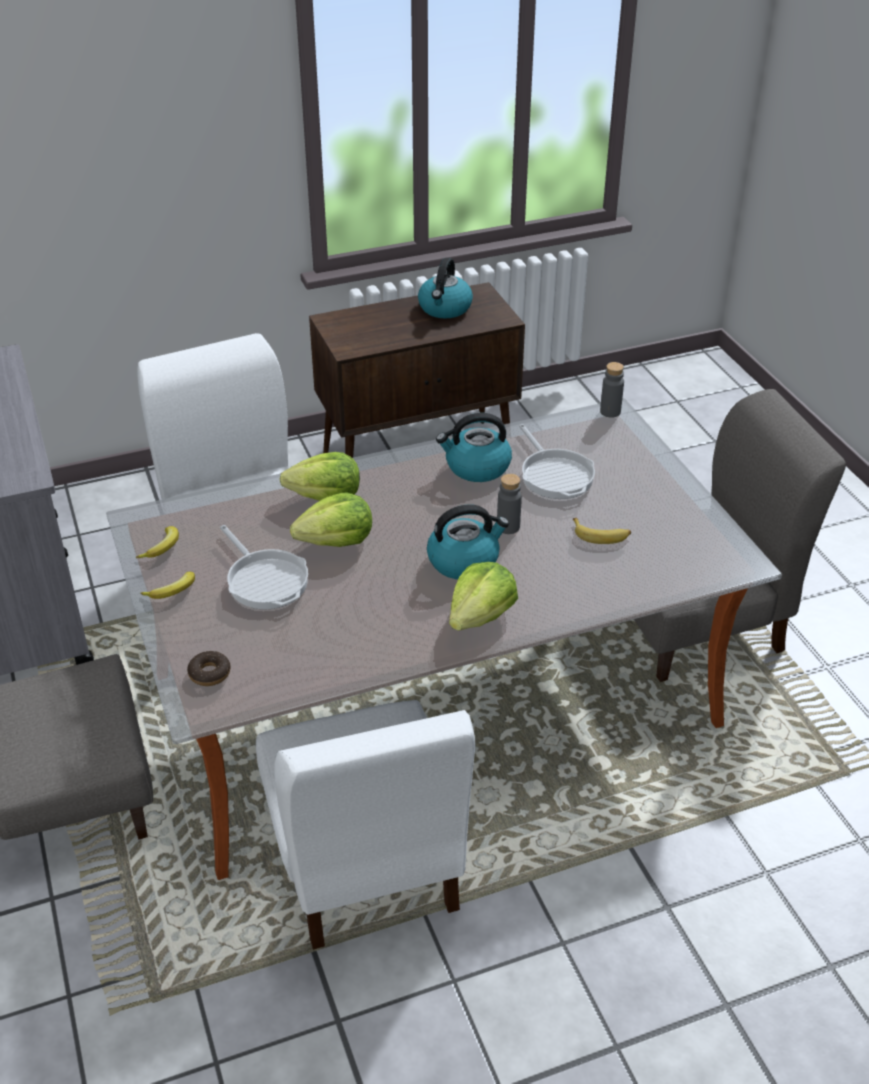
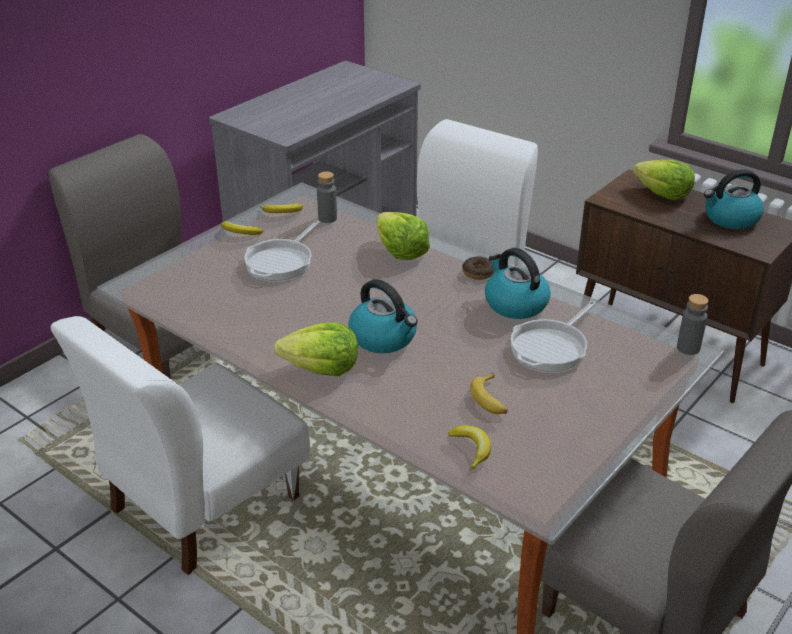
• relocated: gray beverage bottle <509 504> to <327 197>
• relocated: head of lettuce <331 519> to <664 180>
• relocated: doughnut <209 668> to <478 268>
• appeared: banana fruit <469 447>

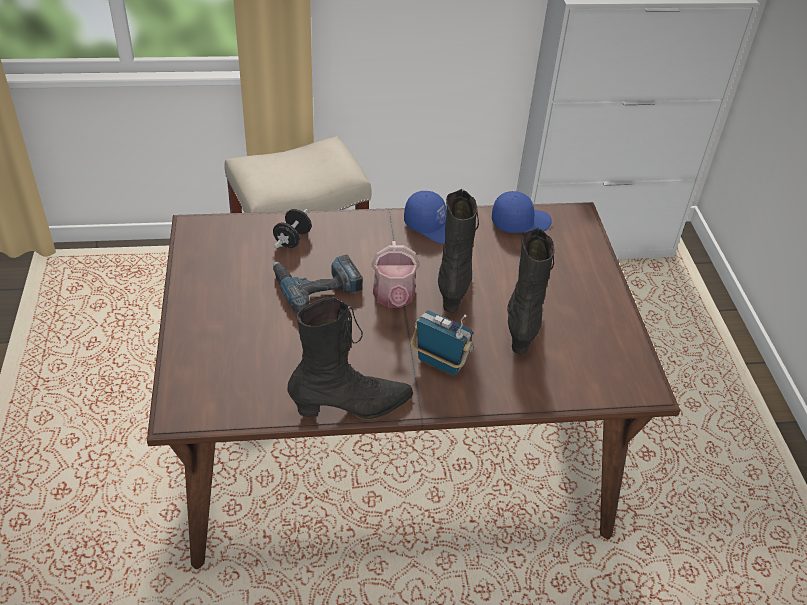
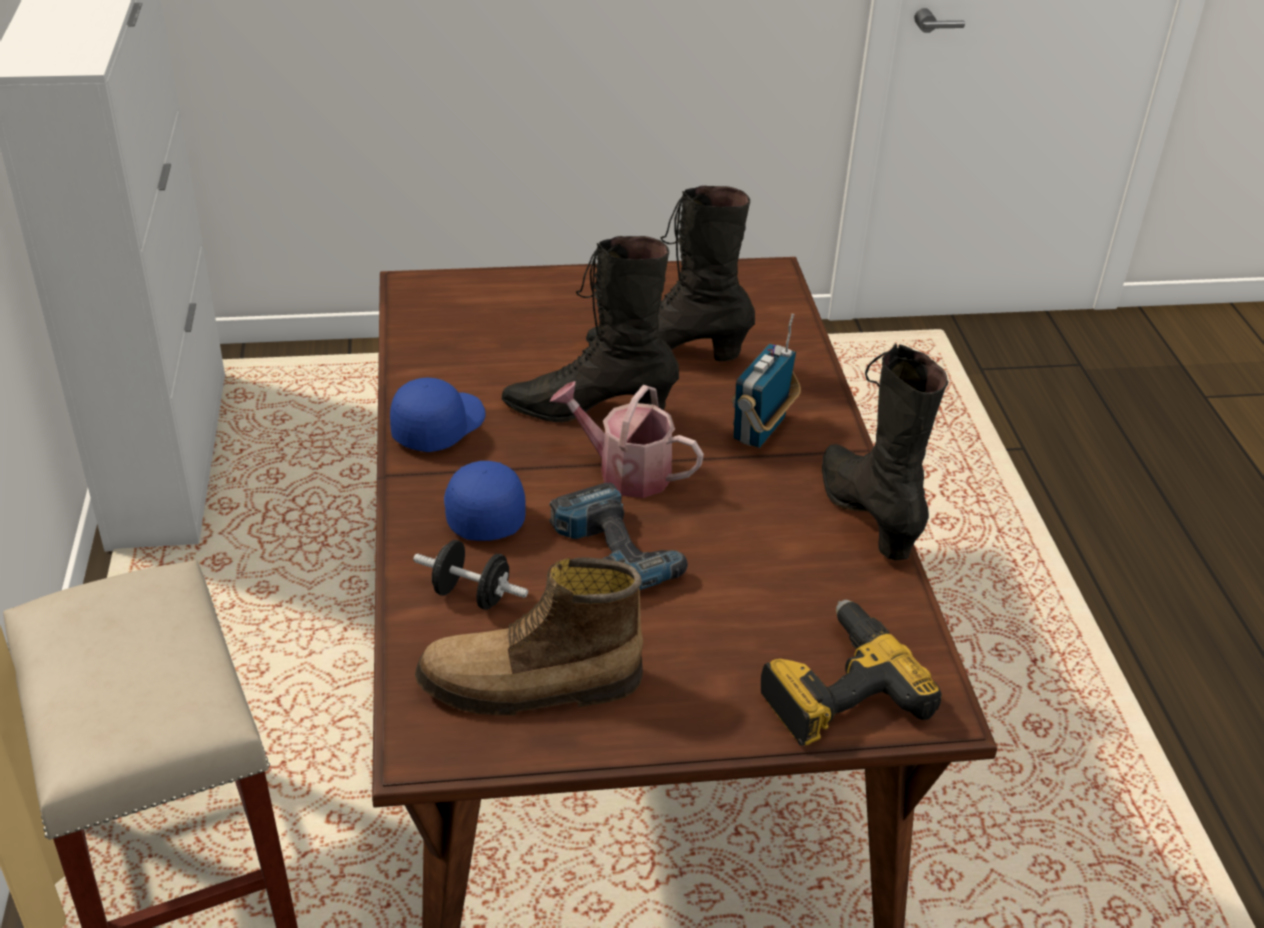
• relocated: bluish peaked cap <522 212> to <485 501>
• spun: watering pot <395 274> = <626 439> 150 degrees counterclockwise
• appeared: boot <529 636>
• appeared: power drill <851 673>

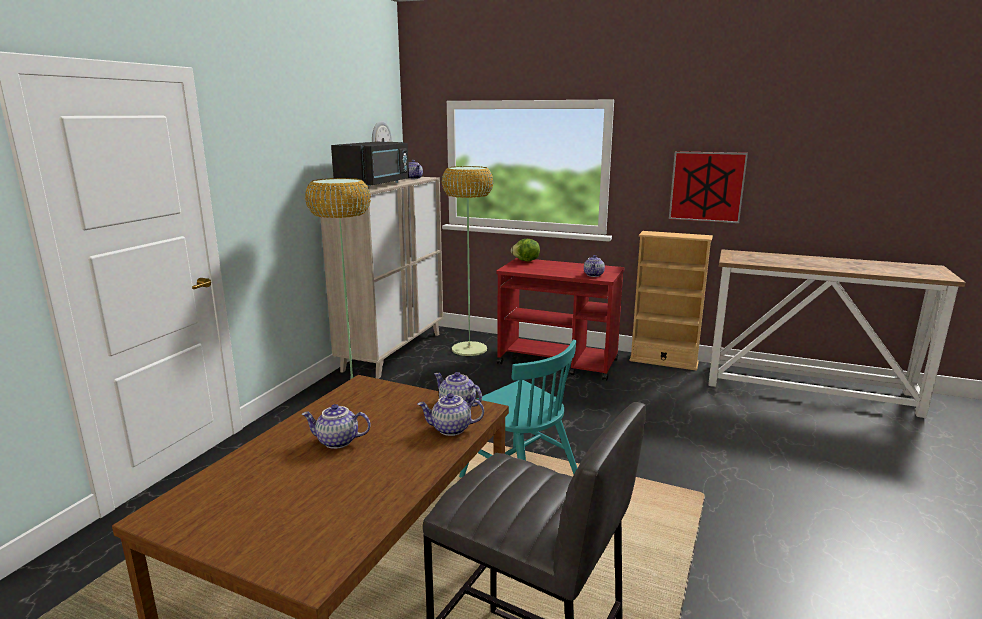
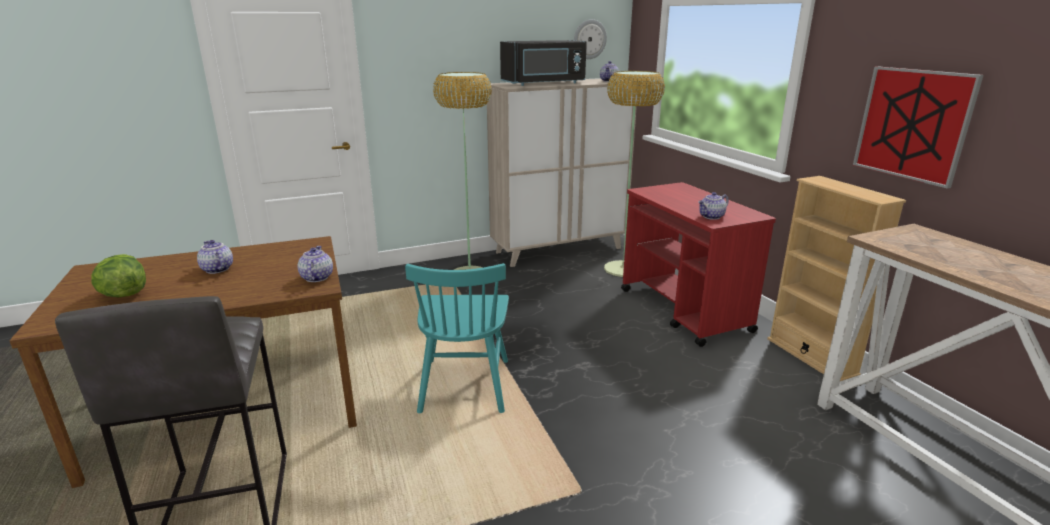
• relocated: head of lettuce <525 250> to <118 276>
• missing: tea pot <451 414>

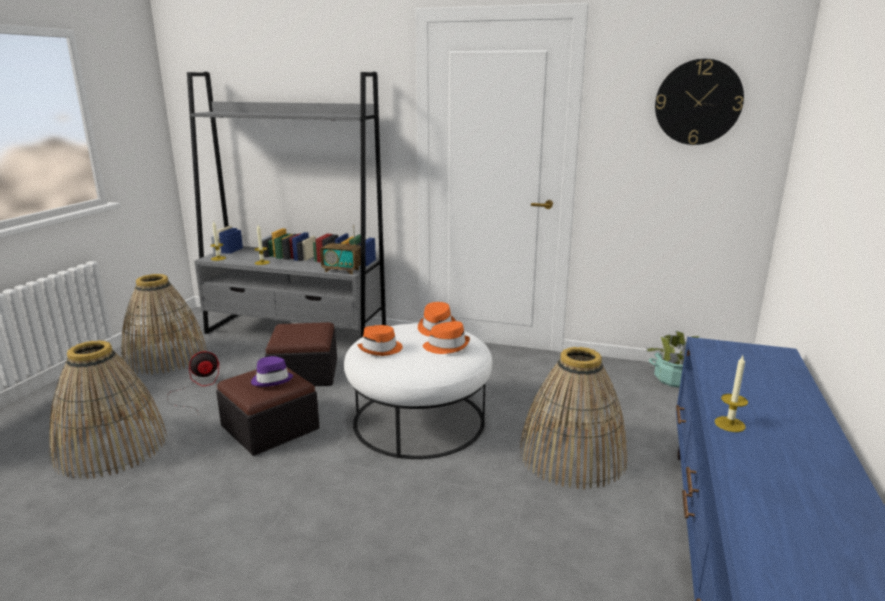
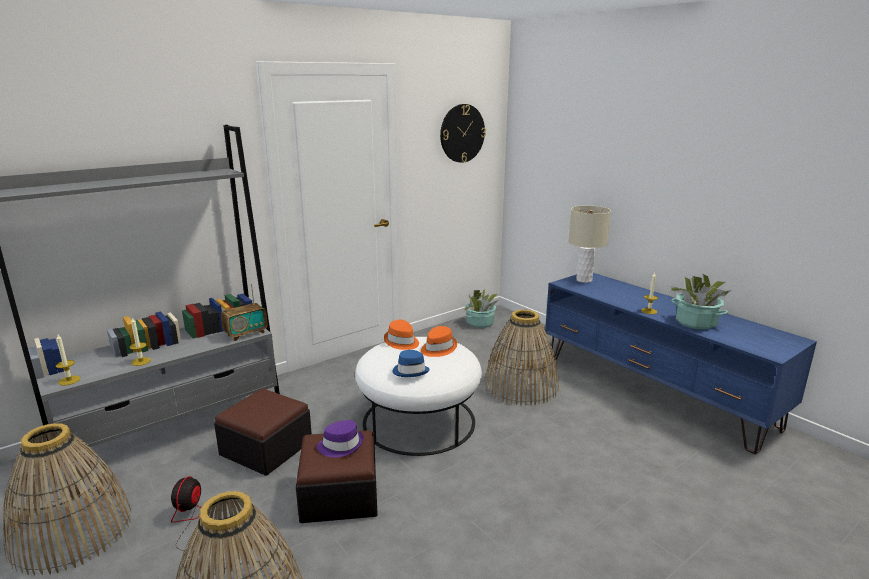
• colour: orangey wearable hat <380 340> to bluish wearable hat <411 363>
• appeared: sand-coloured table lamp <590 244>
• appeared: houseplant <700 302>

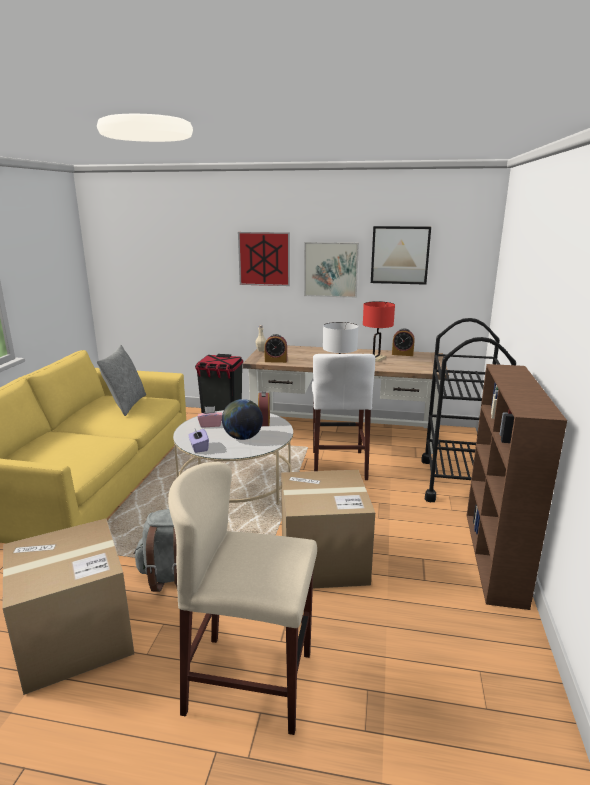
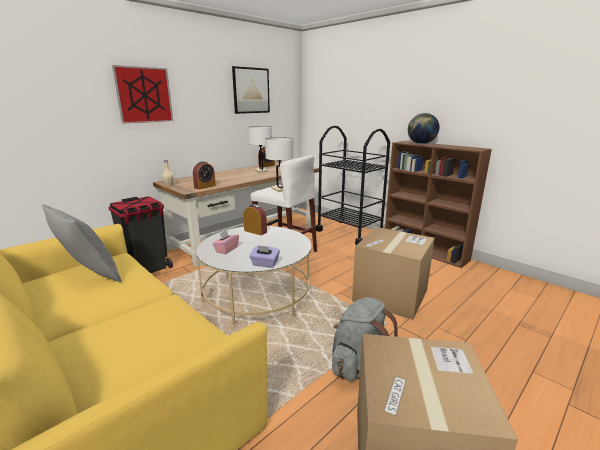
• missing: wall art <331 270>
• colour: red table lamp <379 331> to white-coloured table lamp <260 149>
• relocated: globe <242 419> to <424 128>
• missing: sand-coloured stool seat <242 598>

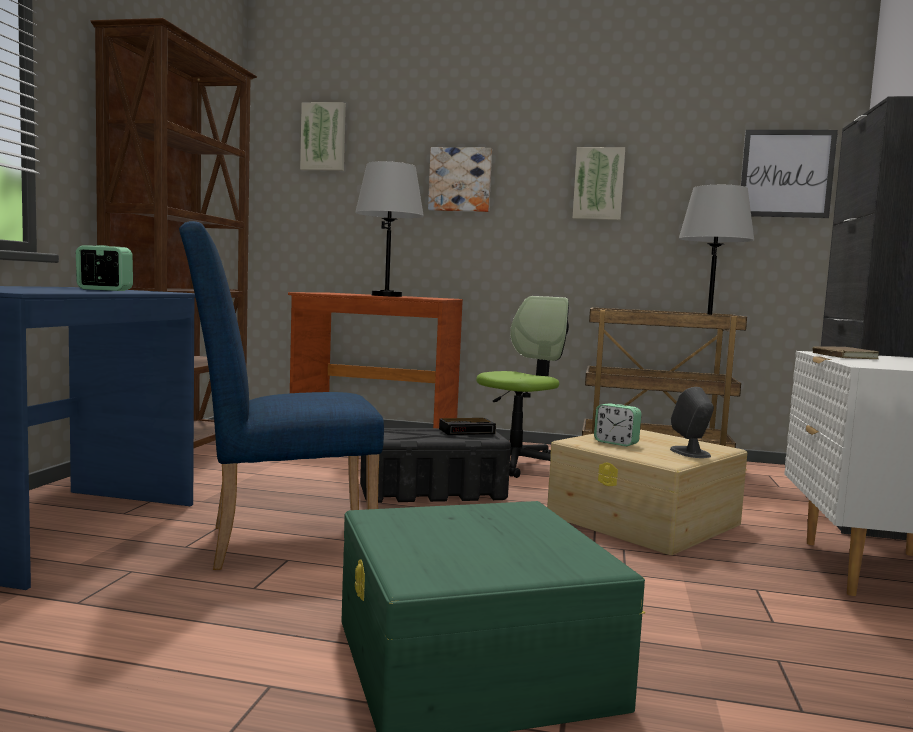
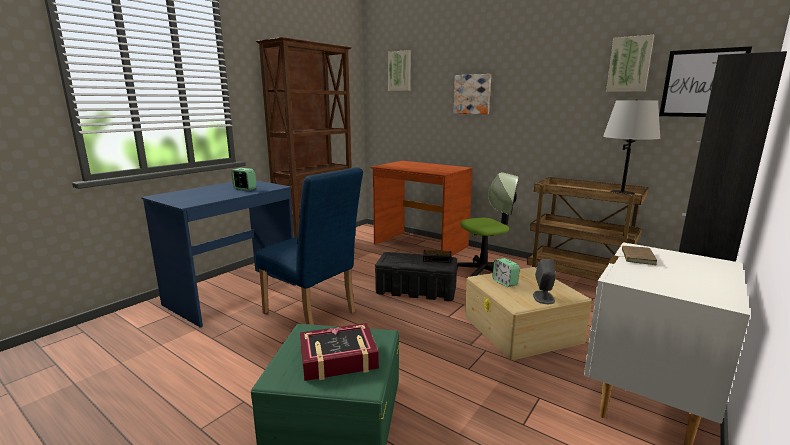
• relocated: wall art <599 183> to <630 63>
• missing: gray table lamp <389 229>
• spun: bluish chair <281 395> = <309 246> 150 degrees counterclockwise
• appeared: volume <339 352>

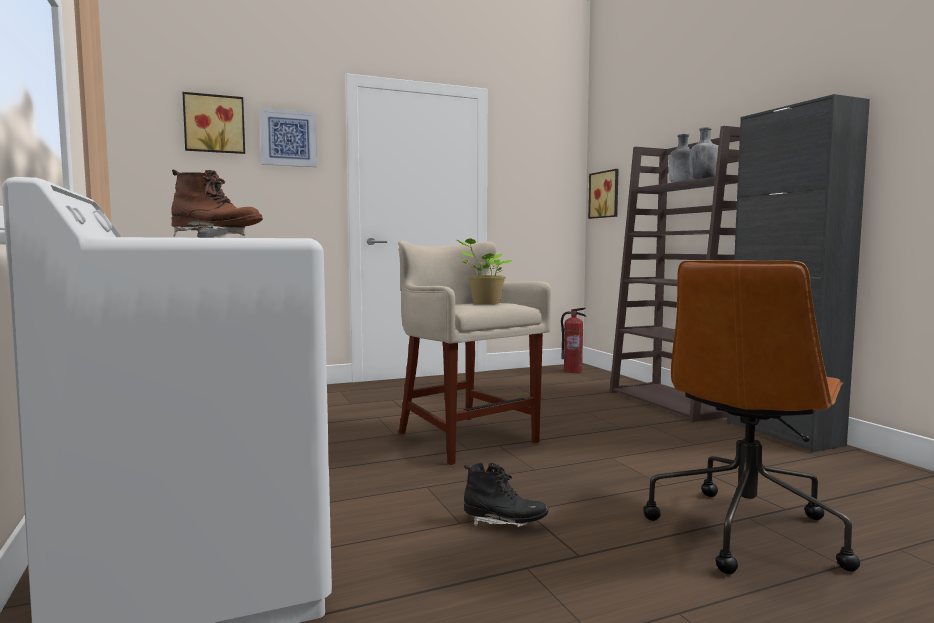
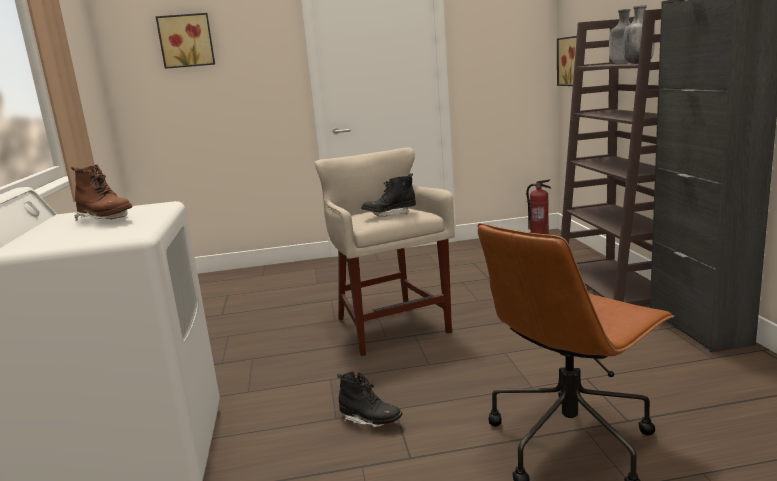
• missing: wall art <288 137>
• exchanged: houseplant <484 271> to blackish boot <388 195>

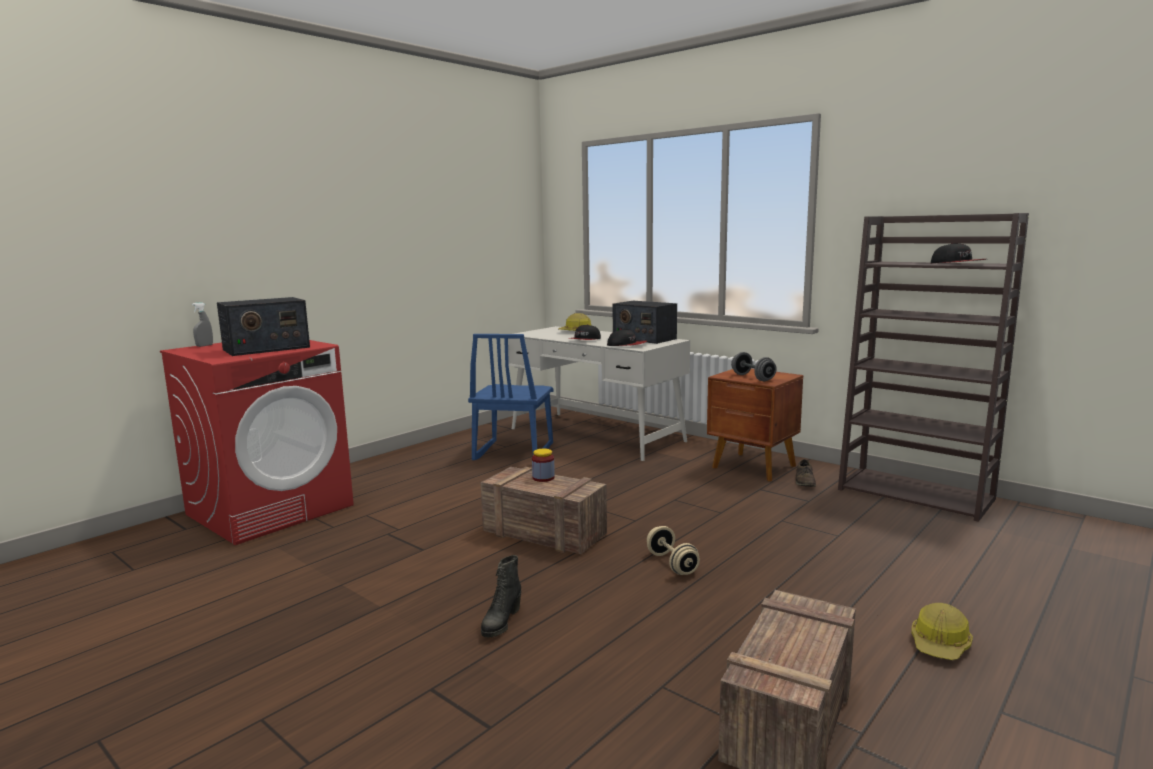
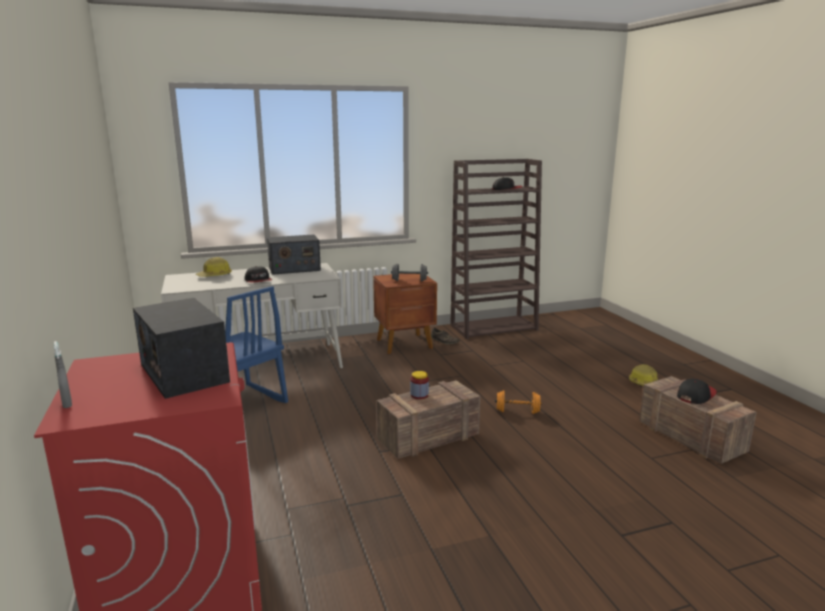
• spun: radio set <263 326> = <181 348> 150 degrees clockwise
• relocated: peaked cap <627 337> to <697 391>
• colour: sand-coloured dumbbell <673 550> to orangey dumbbell <518 402>
• missing: blackish boot <501 596>

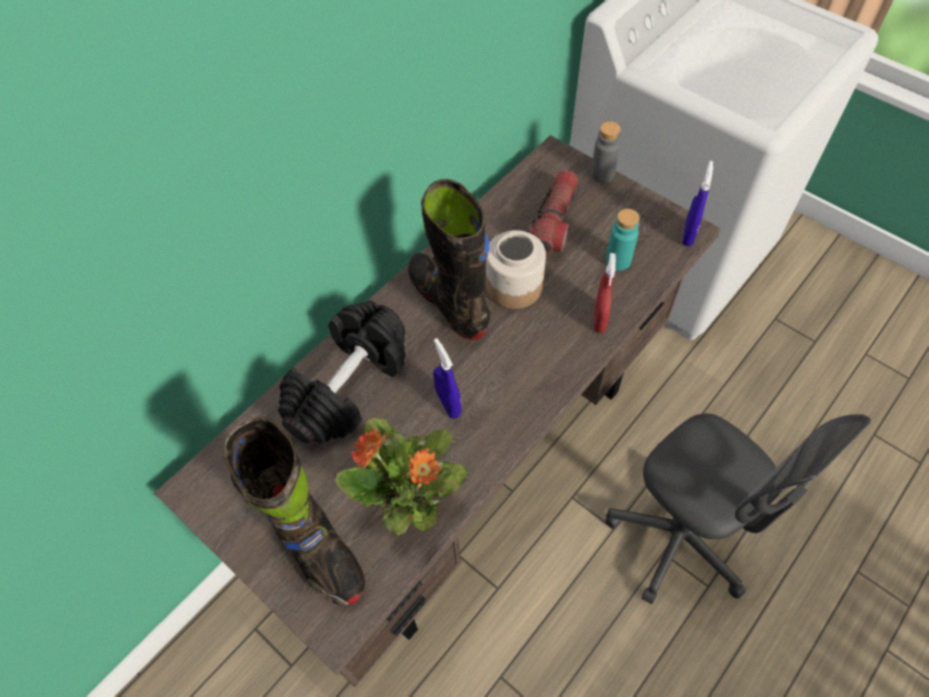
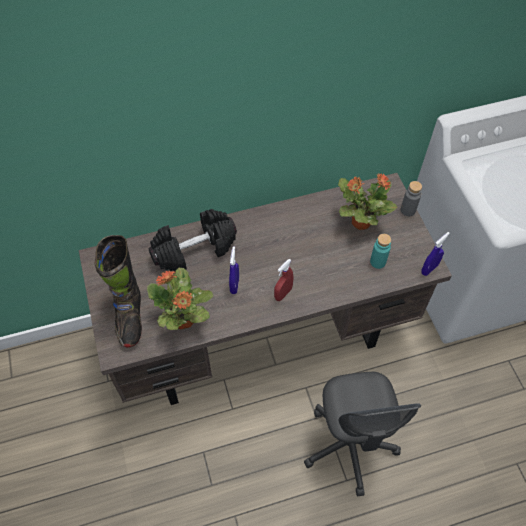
• exchanged: hand torch <552 212> to houseplant <367 201>
• missing: blackish boot <449 259>
• missing: storage jar <516 269>
• relocated: red sprayer <605 293> to <284 280>

